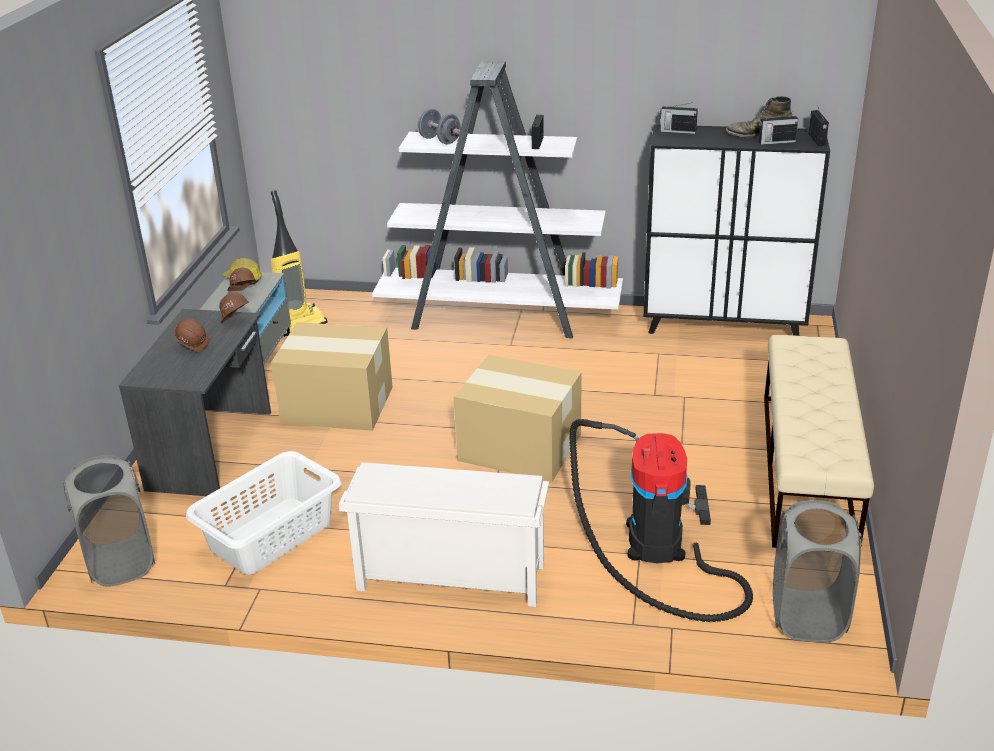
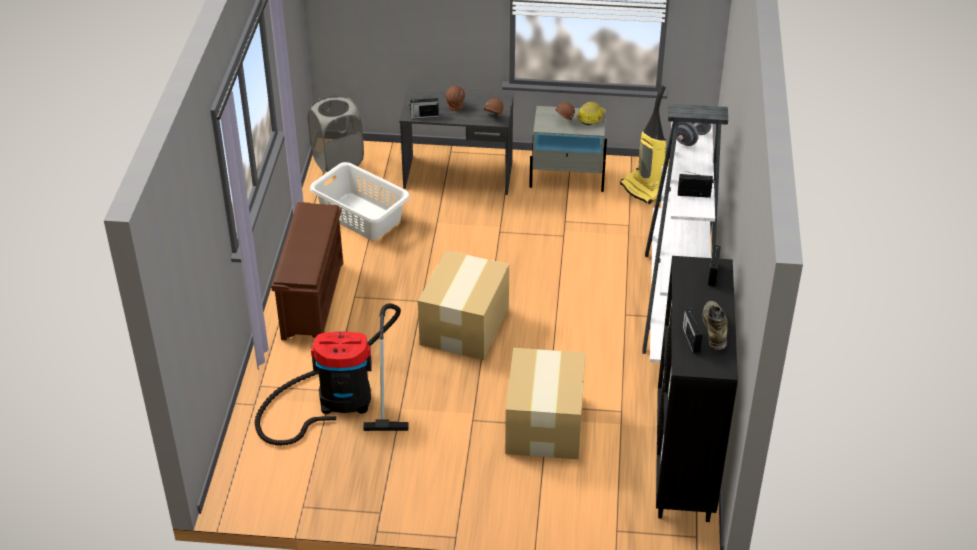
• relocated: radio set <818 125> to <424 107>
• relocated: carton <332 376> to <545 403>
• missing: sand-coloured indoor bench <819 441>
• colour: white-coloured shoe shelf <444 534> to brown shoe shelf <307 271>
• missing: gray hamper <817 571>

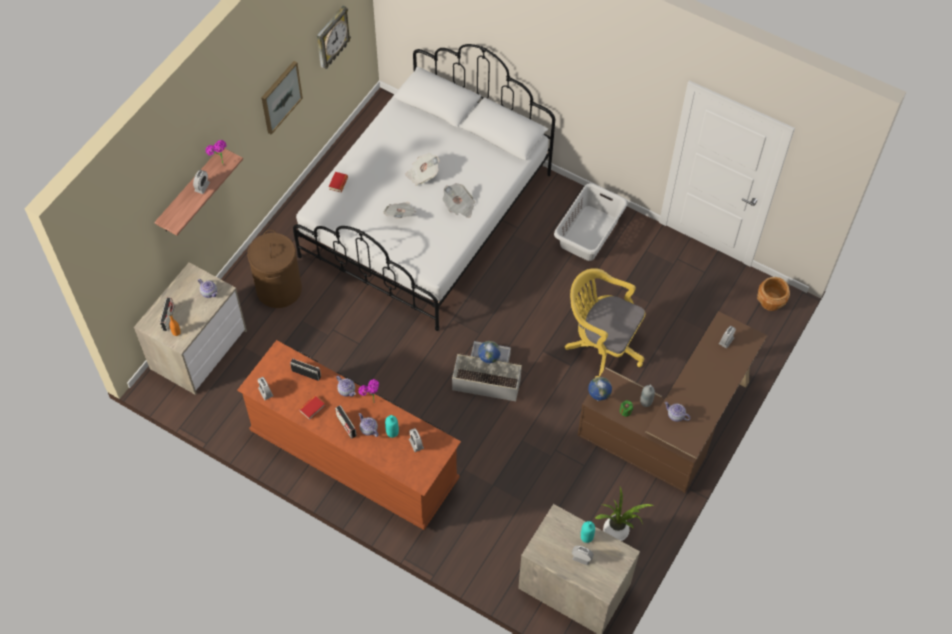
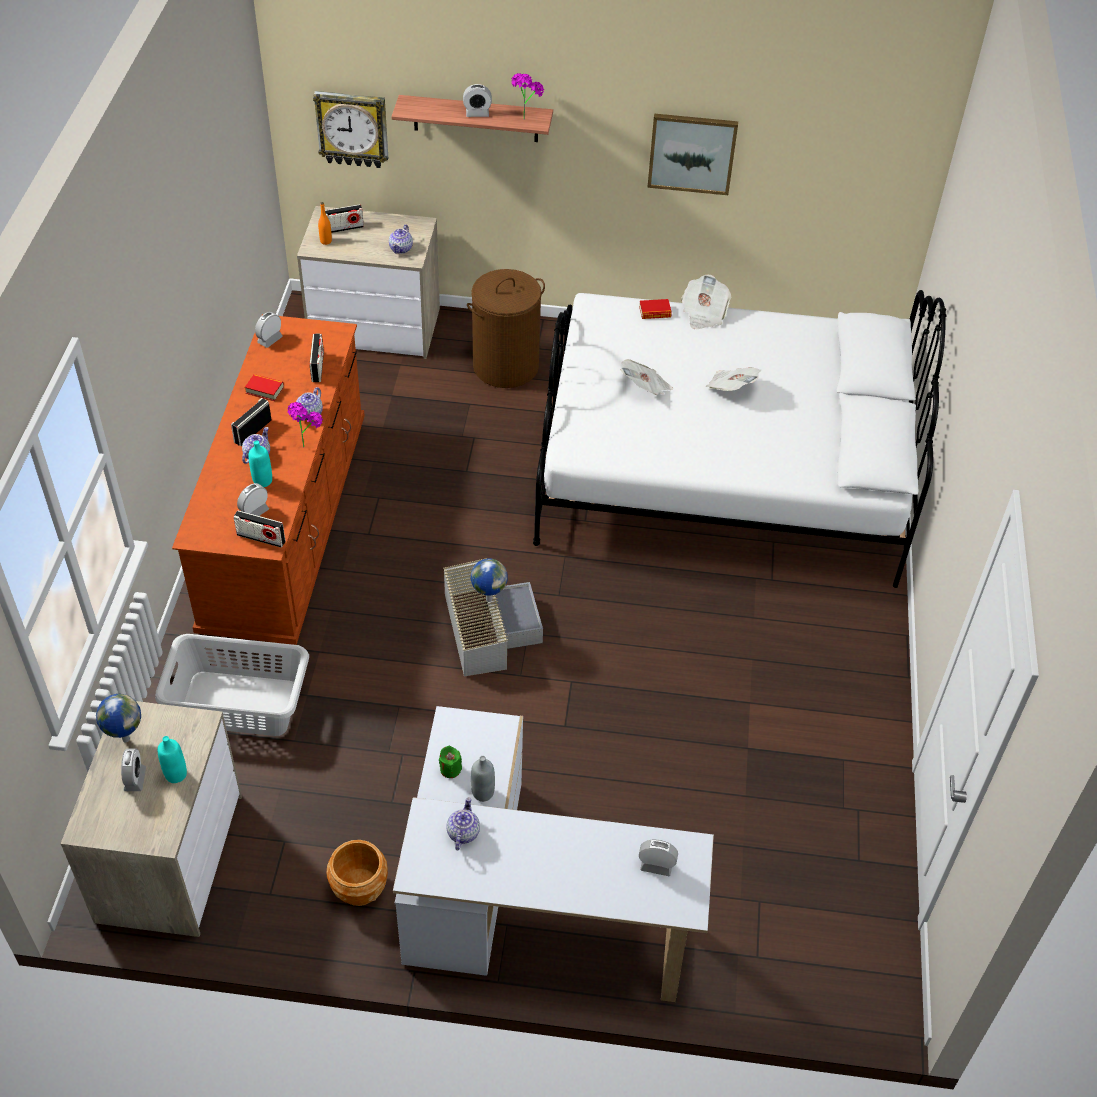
• relocated: wall clock <334 37> to <350 129>
• relocated: daily paper <459 200> to <706 302>
• relocated: gray hamper <591 222> to <232 685>
• missing: yellow-coloured desk chair <605 323>
• relocated: brown flower pot <773 294> to <357 873>
• colour: brown desk <672 402> to white-coloured desk <553 854>
• relocated: globe <600 389> to <118 718>
• missing: houseplant <624 514>
• appeared: radio set <259 529>

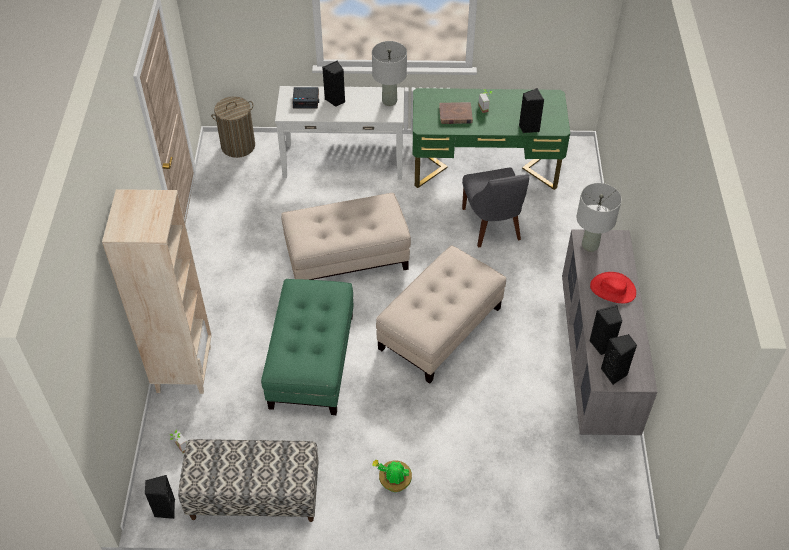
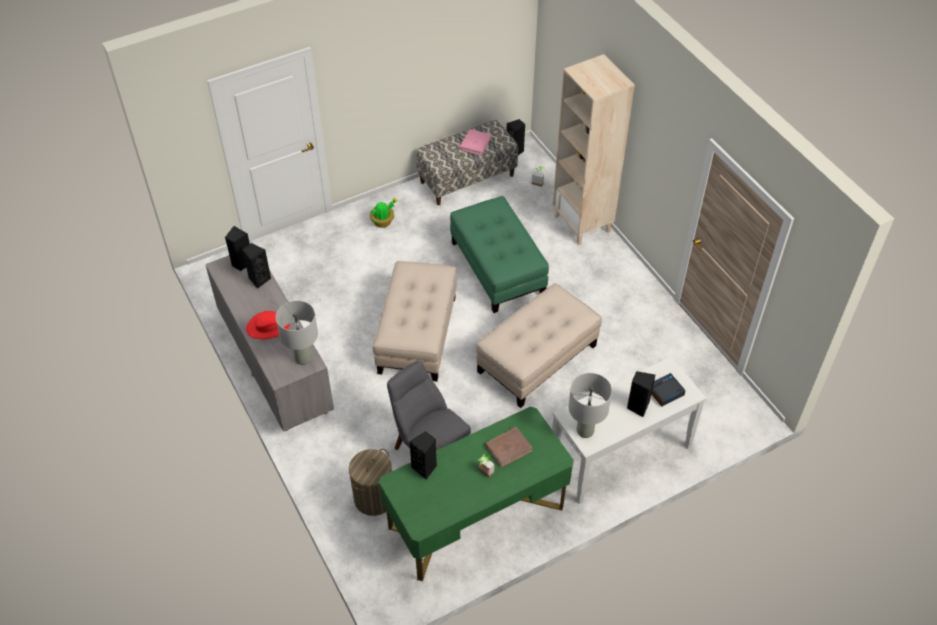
• relocated: hamper <233 127> to <370 482>
• appeared: pinkish volume <475 142>

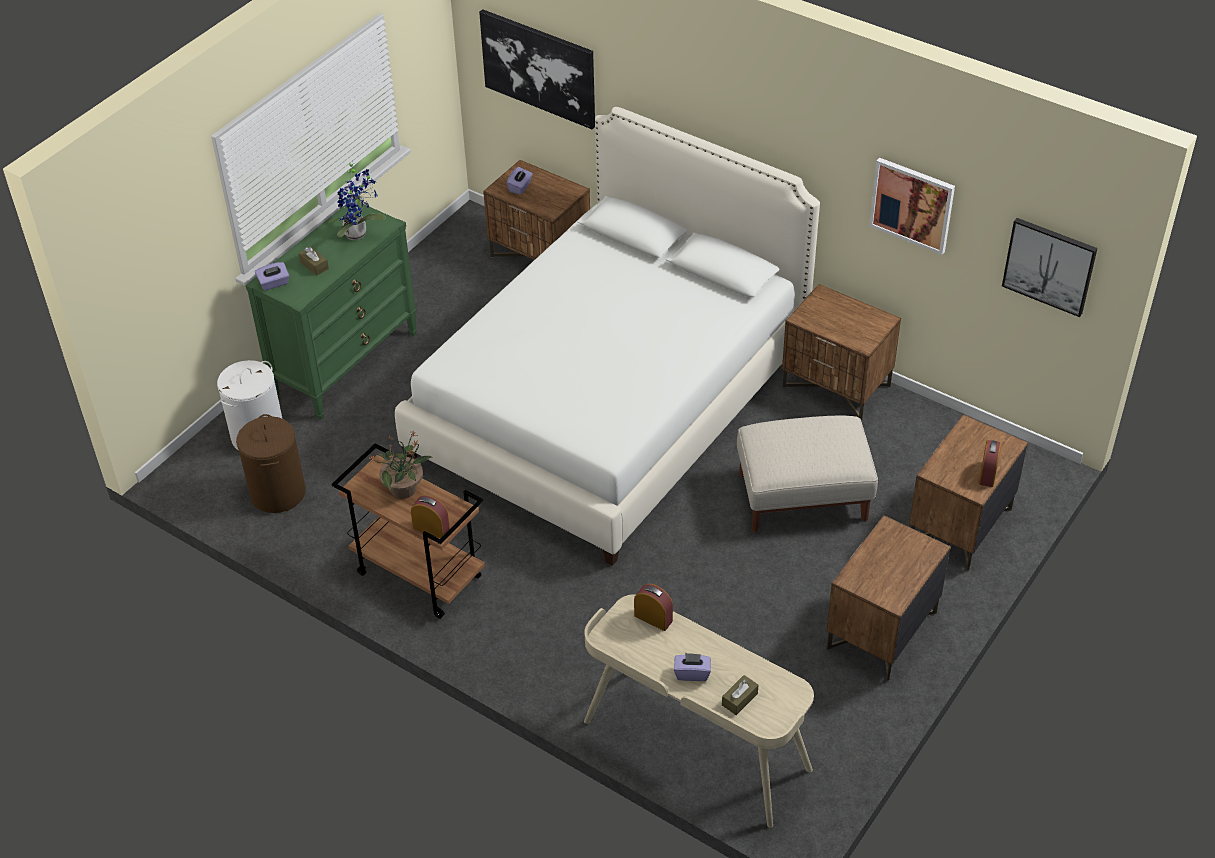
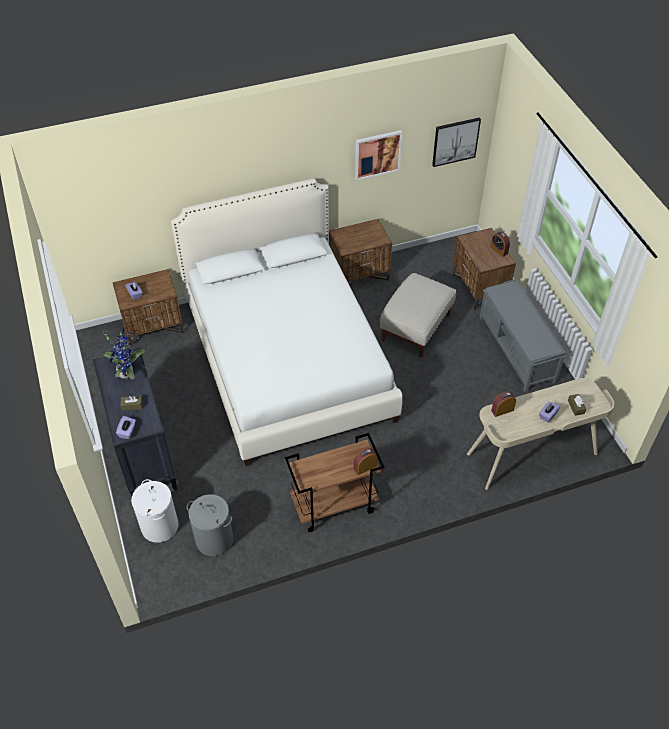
• missing: wall art <537 69>
• colour: greenish drawer chest <331 311> to blackish drawer chest <135 422>
• colour: brown hamper <271 463> to gray hamper <210 525>
• missing: houseplant <400 465>
• exchanged: brown nightstand <888 598> to gray indoor bench <522 335>

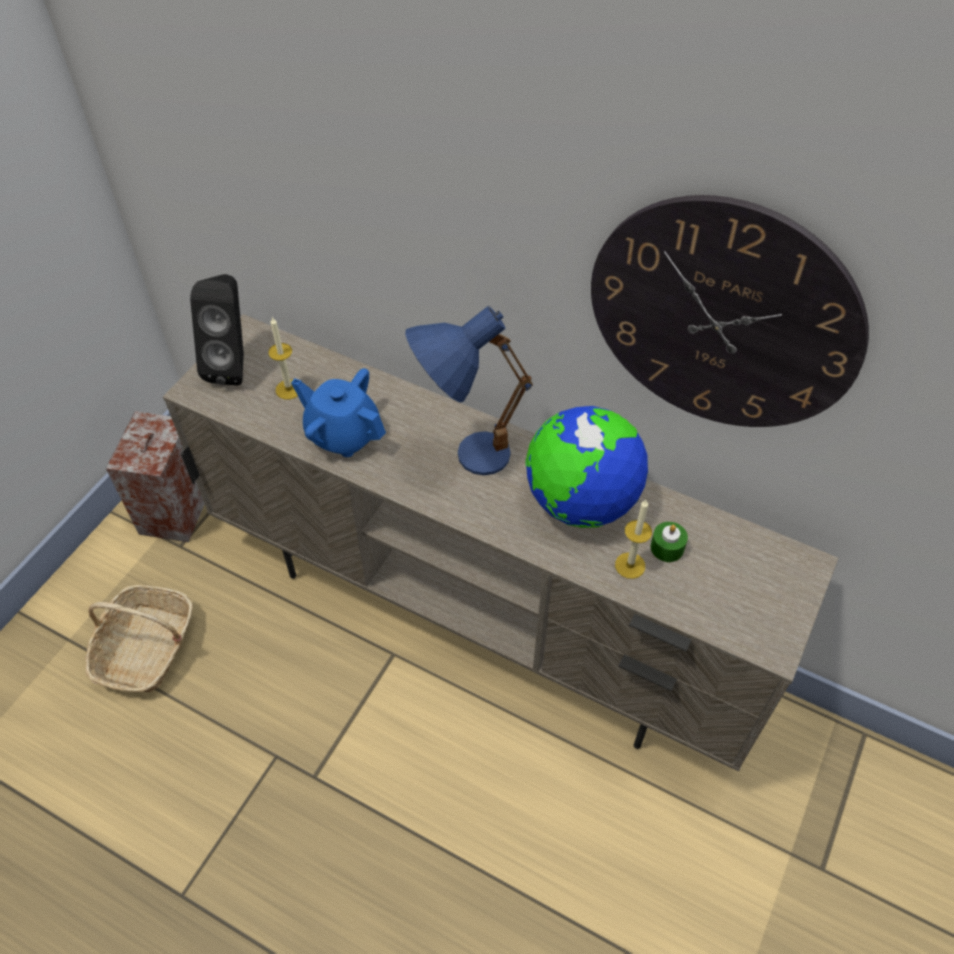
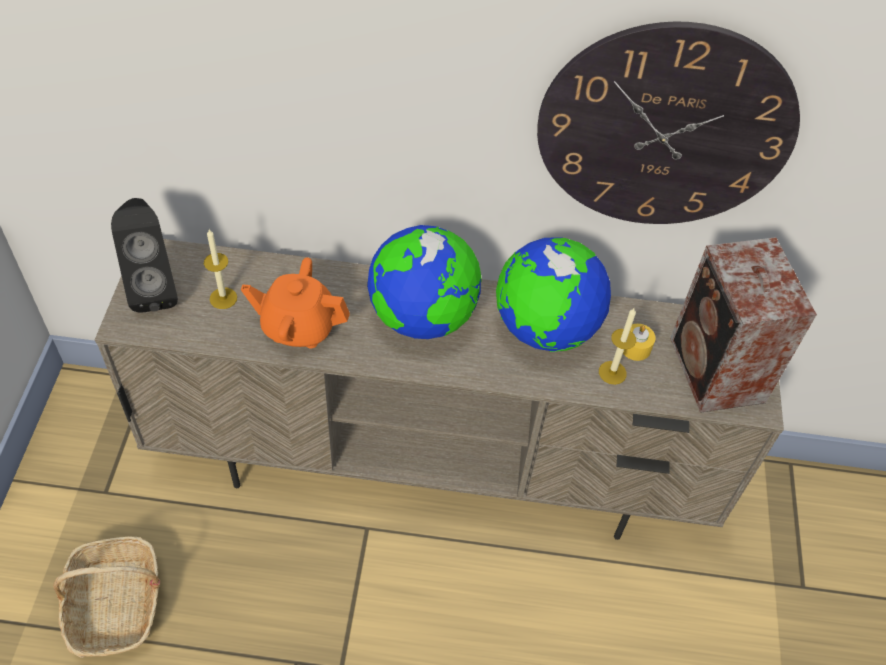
• exchanged: bluish table lamp <469 390> to globe <424 282>
• colour: bluish tea pot <338 412> to orangey tea pot <295 302>
• relocated: audio speaker <155 476> to <743 325>
• colour: greenish wax light <669 542> to yellow-coloured wax light <639 342>

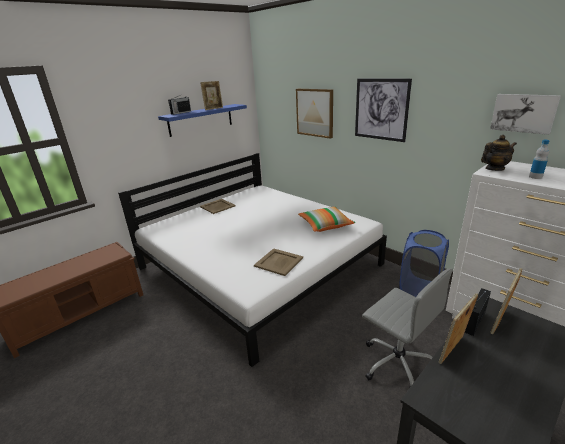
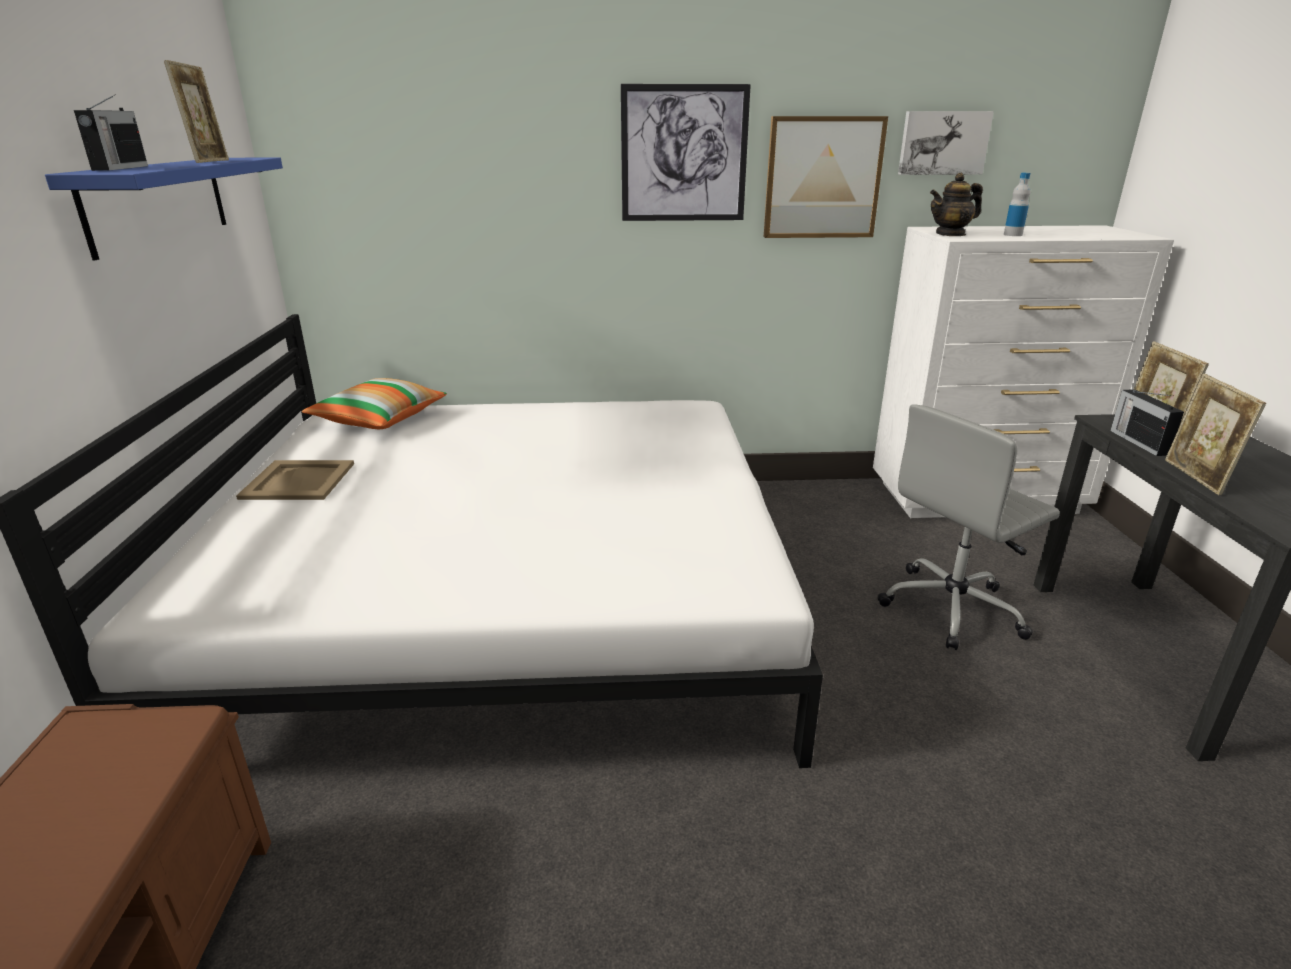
• relocated: wall art <314 114> to <826 177>
• spun: tea pot <499 153> = <956 204> 135 degrees counterclockwise
• relocated: pillow <326 219> to <374 403>
• missing: bluish hamper <424 263>
• missing: sand-coloured tray <278 262>
• spun: gray desk chair <407 327> = <968 527> 150 degrees clockwise

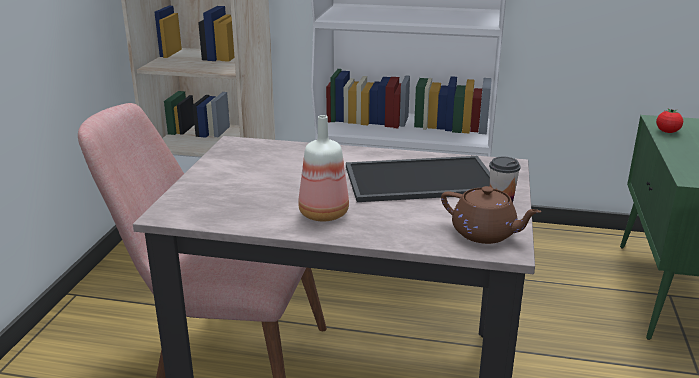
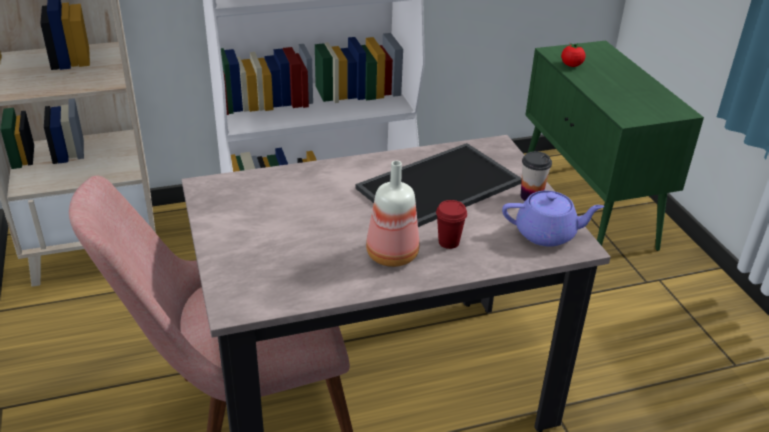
• colour: brown tea pot <491 215> to purplish tea pot <553 219>
• appeared: red drinking cup <451 224>

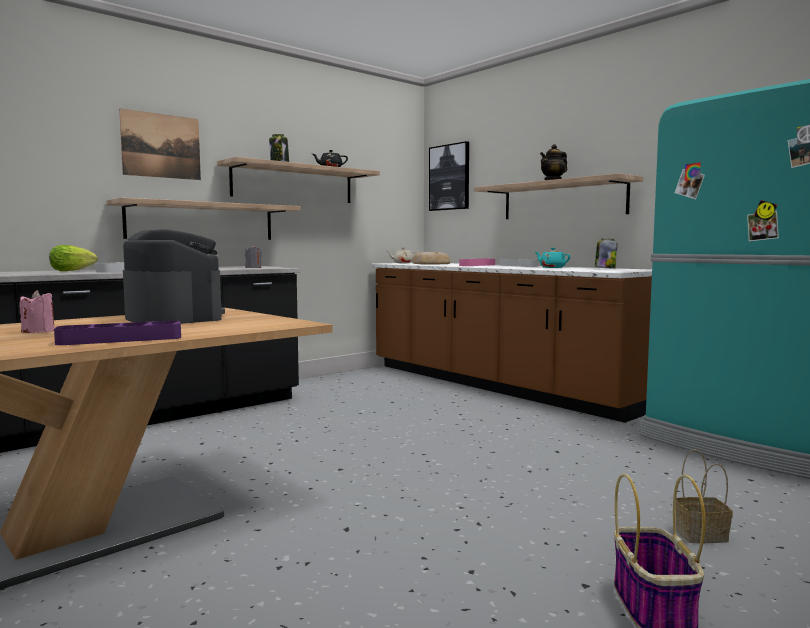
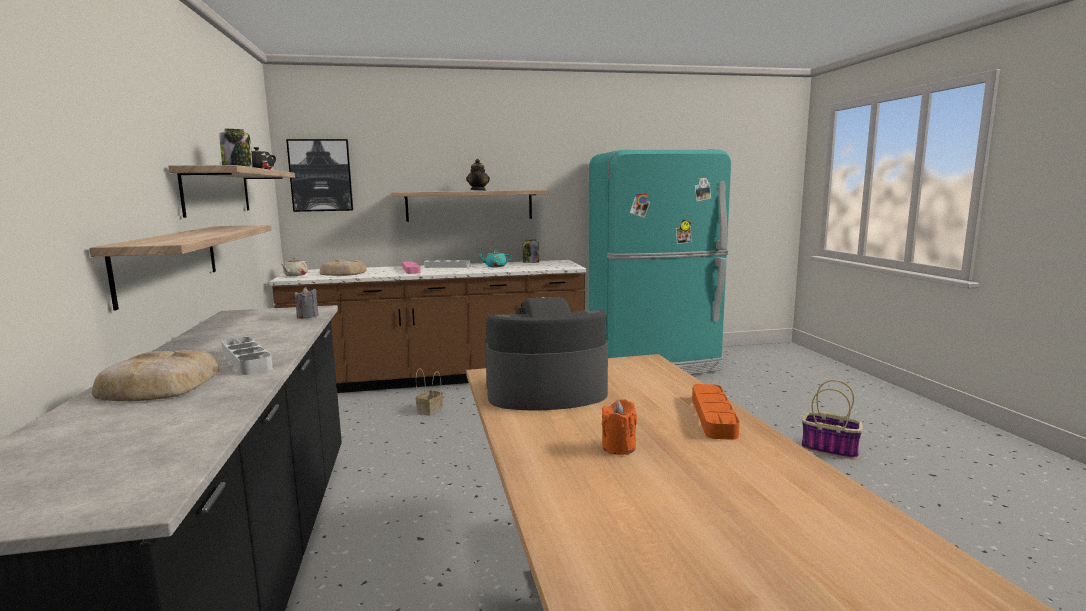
• missing: wall art <160 144>
• exchanged: head of lettuce <73 258> to bread <155 375>
• colour: pinkish wax light <37 311> to orangey wax light <619 427>
• colour: purplish tray <117 333> to orangey tray <716 412>
• relocated: basket <704 496> to <429 392>

